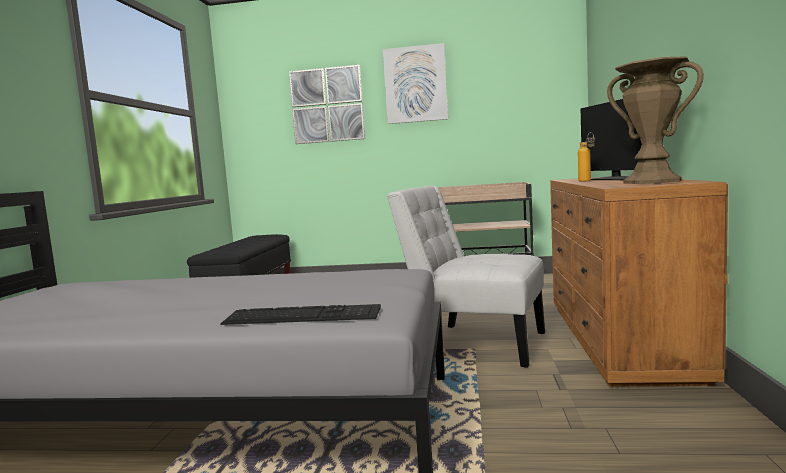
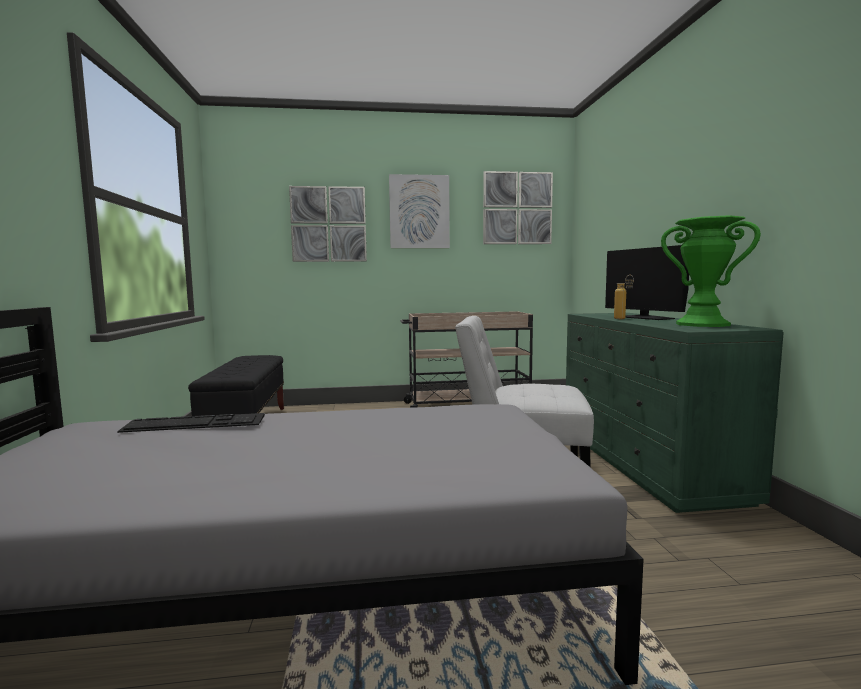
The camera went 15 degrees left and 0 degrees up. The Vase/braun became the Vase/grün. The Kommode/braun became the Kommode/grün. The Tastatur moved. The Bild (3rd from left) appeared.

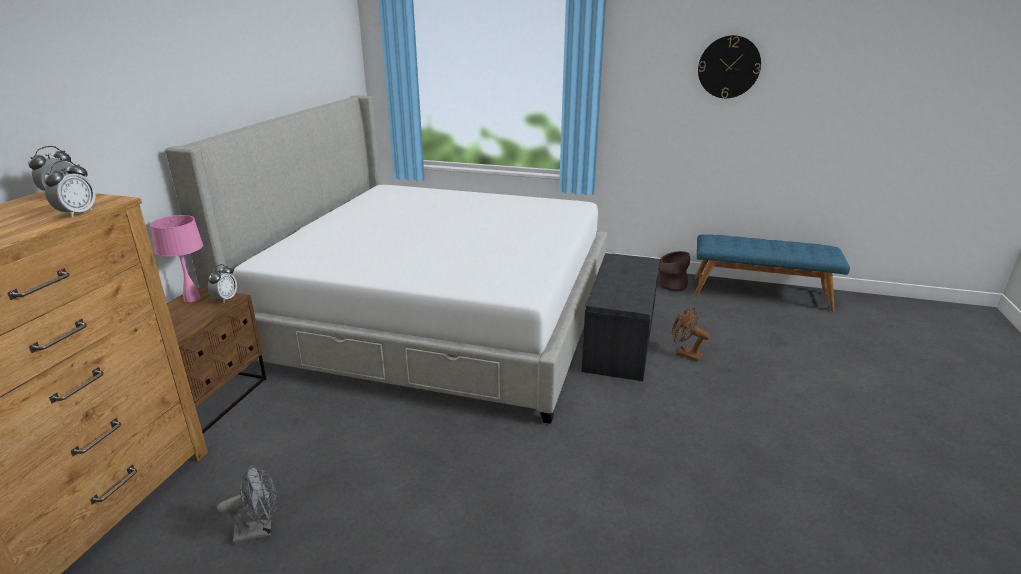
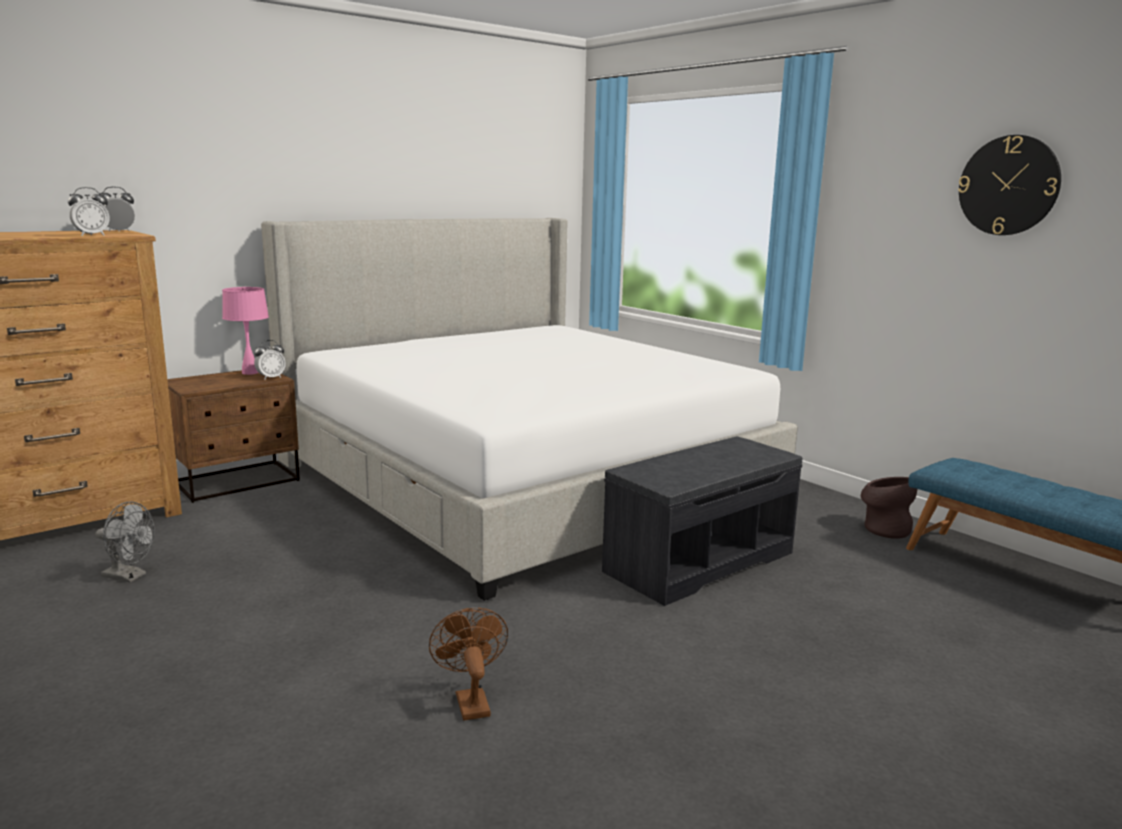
The camera went 35 degrees right and 10 degrees down. The Ventilator/braun moved.

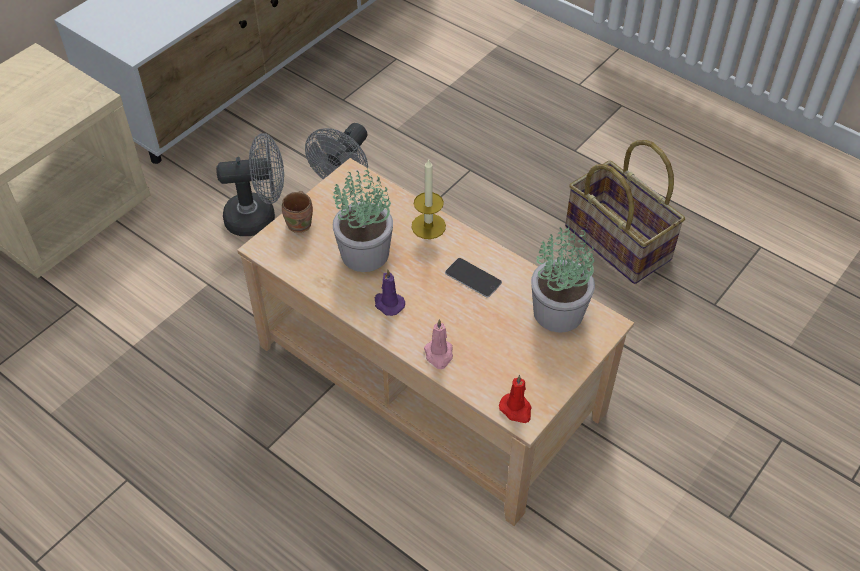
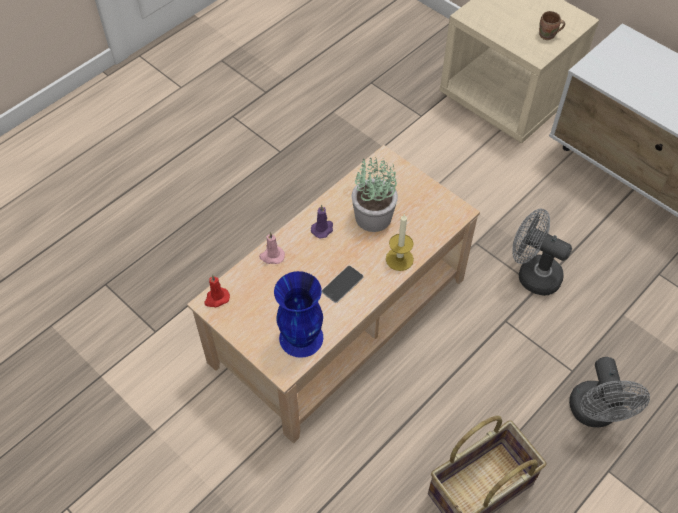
The camera went 95 degrees right and 5 degrees up. The Ventilator/grau (1st from left in the first image) moved. The Henkelbecher/braun moved. The Topfpflanze (2nd from left) was replaced by the Vase/blau.

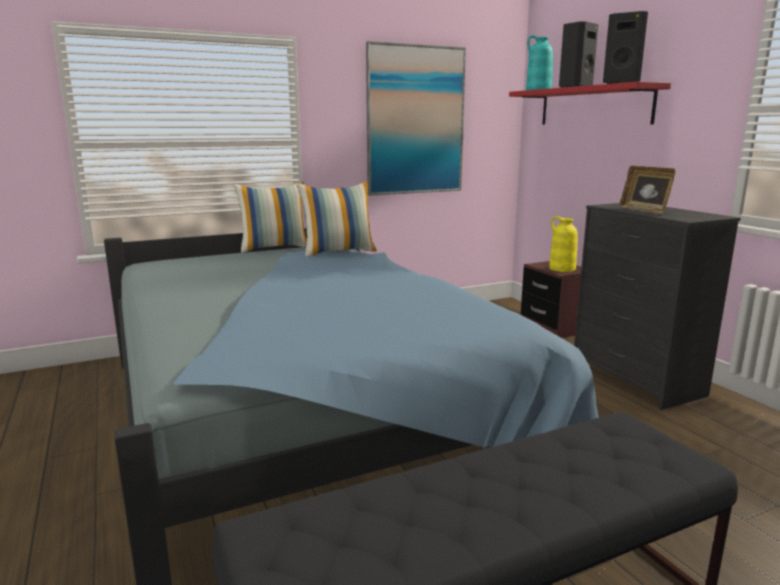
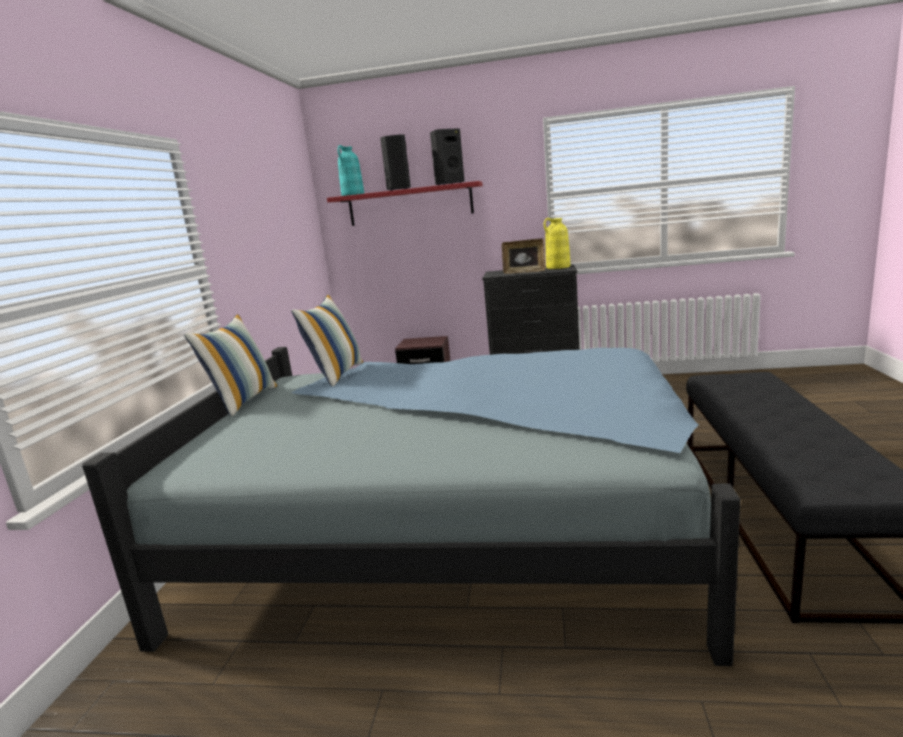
The camera went 55 degrees left and 0 degrees up. The Bild disappeared. The Vase/gelb moved.

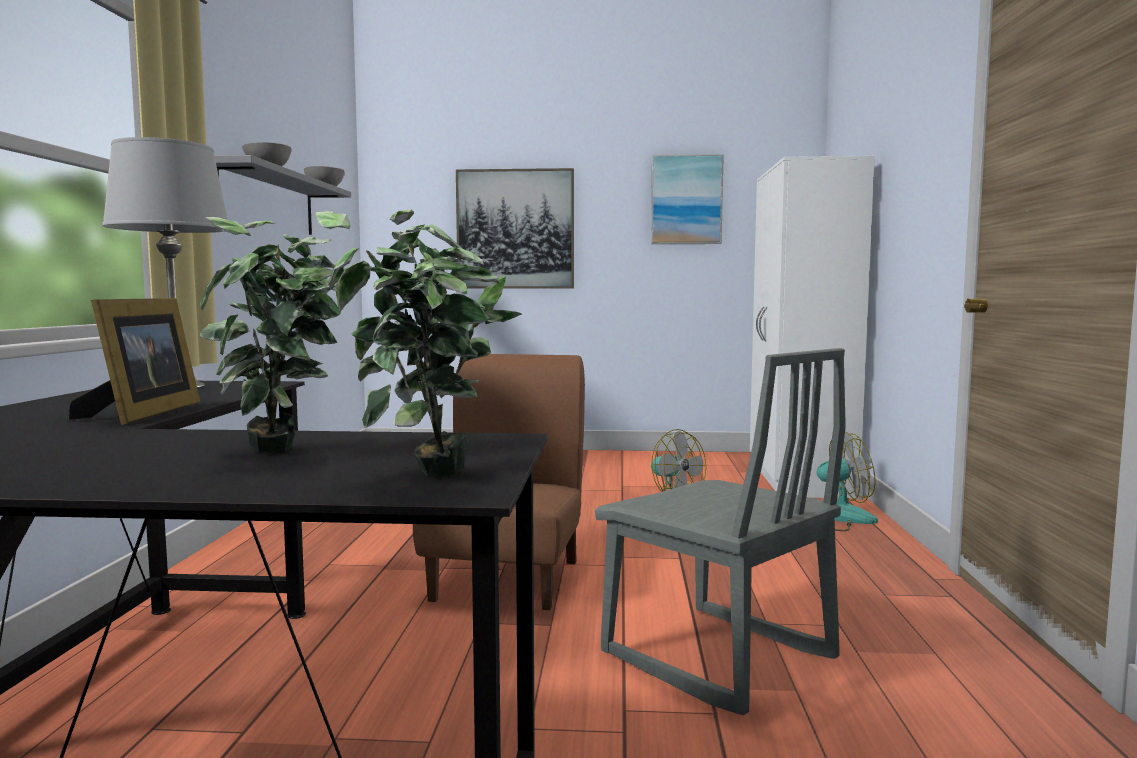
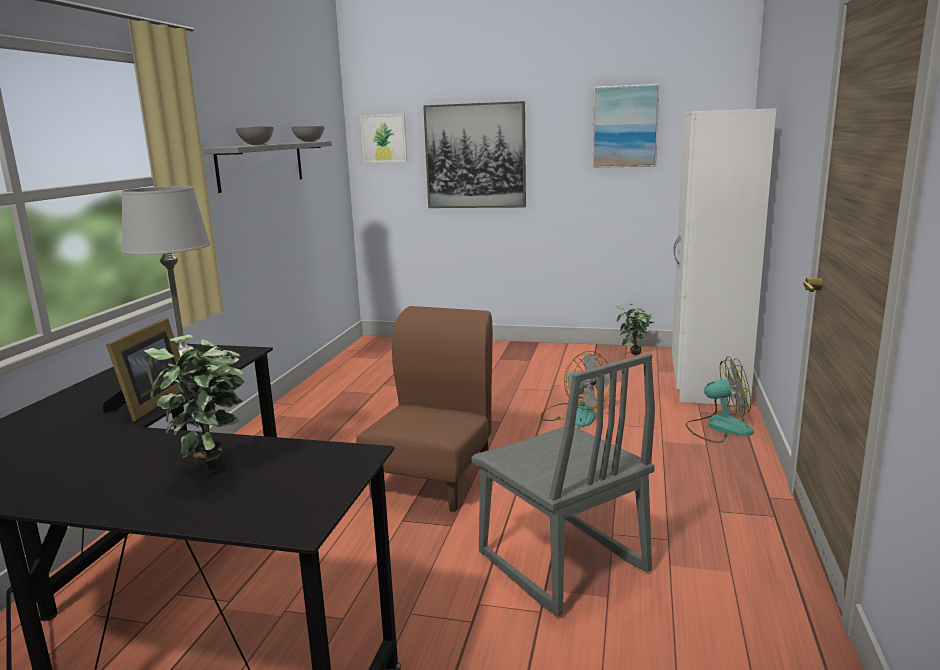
The camera went 10 degrees right and 10 degrees up. The Topfpflanze (2nd from left) moved. The Bild (1st from left) appeared.

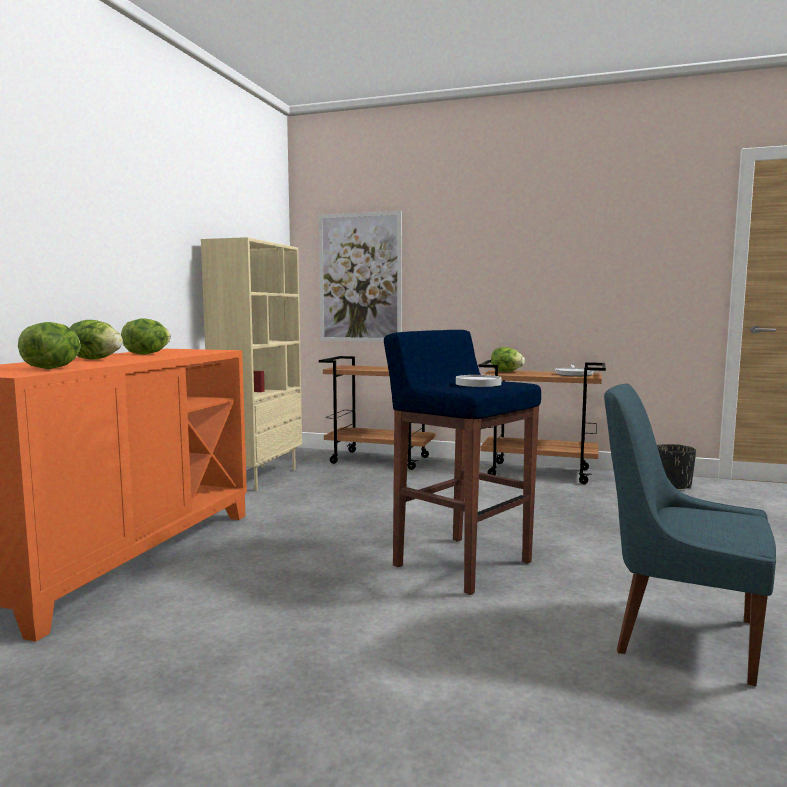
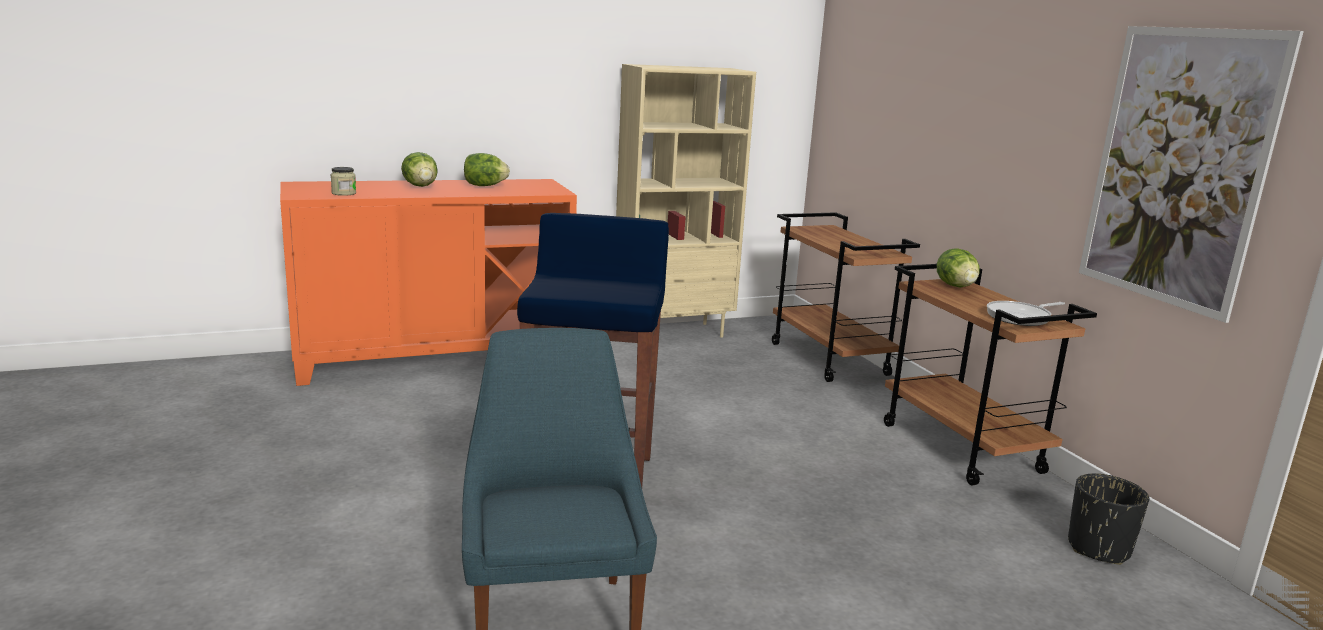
The camera went 50 degrees right and 10 degrees up. The Bild moved. The Salatkopf (1st from left) was replaced by the Vorratsglas. The Teller/weiß disappeared.

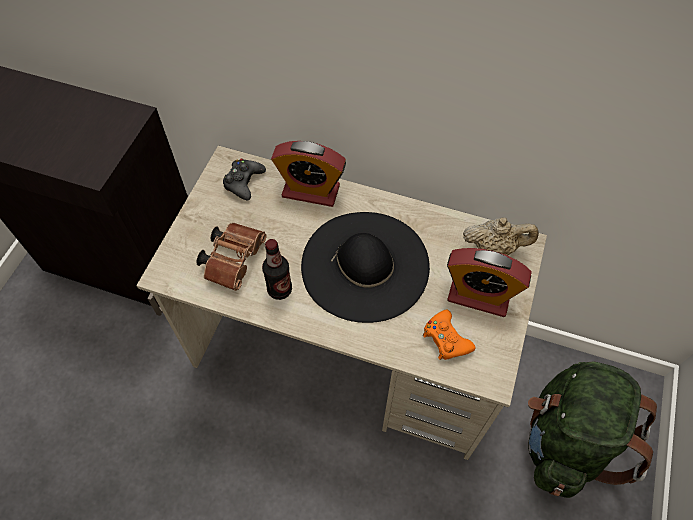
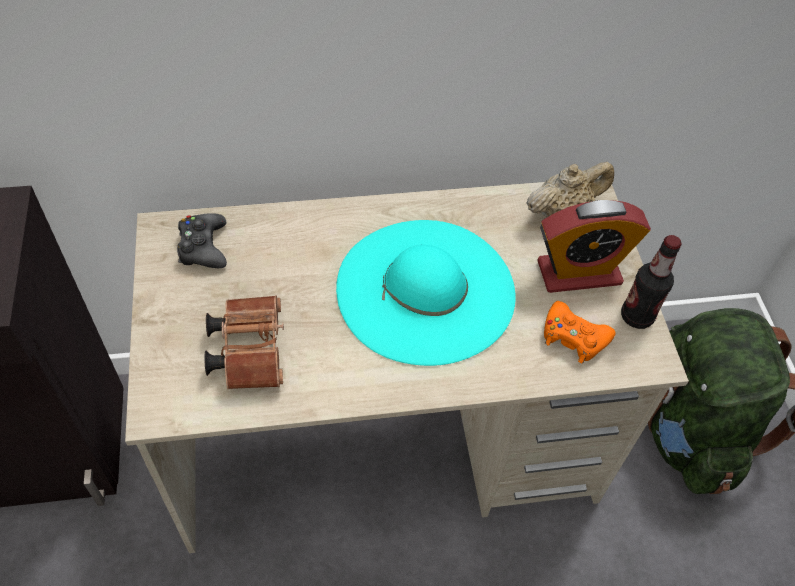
The camera went 30 degrees left and 5 degrees down. The Wecker (1st from left) disappeared. The Hut/schwarz became the Hut/türkis. The Flasche moved.

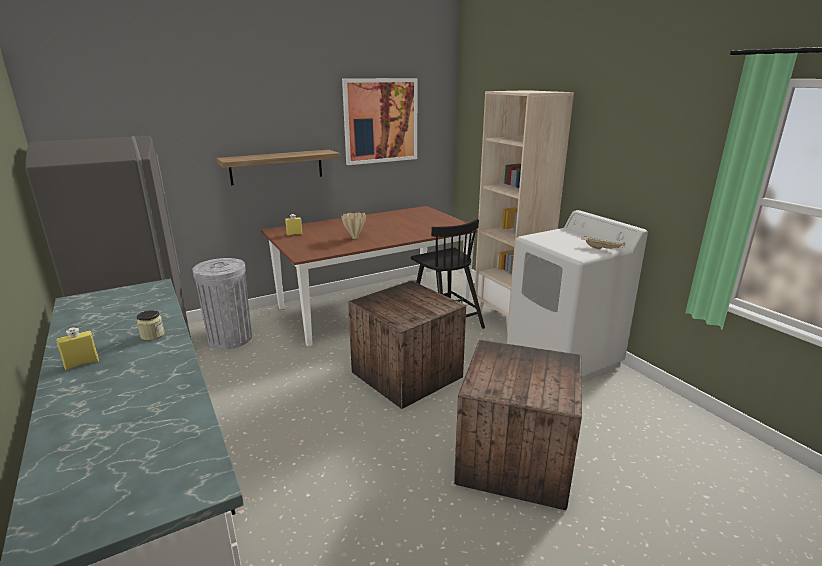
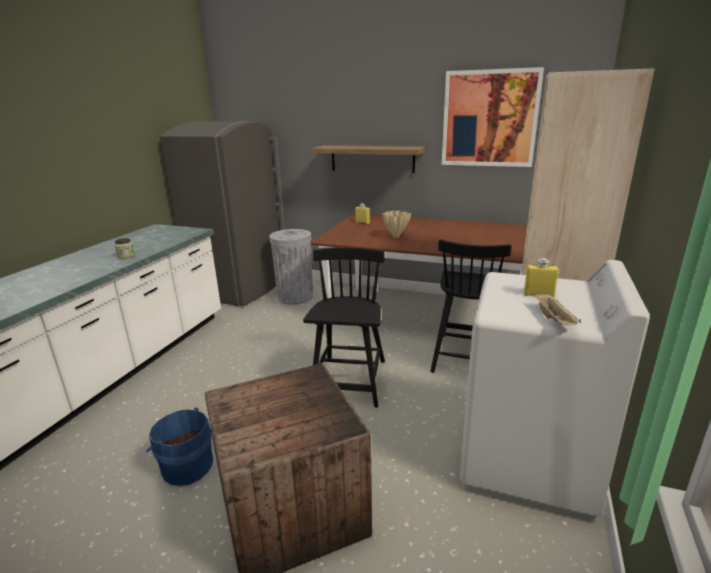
The camera went 50 degrees right and 0 degrees up. The Kiste (1st from left) was replaced by the Stuhl/schwarz (1st from left). The Flasche/gelb (1st from left in the first image) moved. The Eimer/blau appeared.

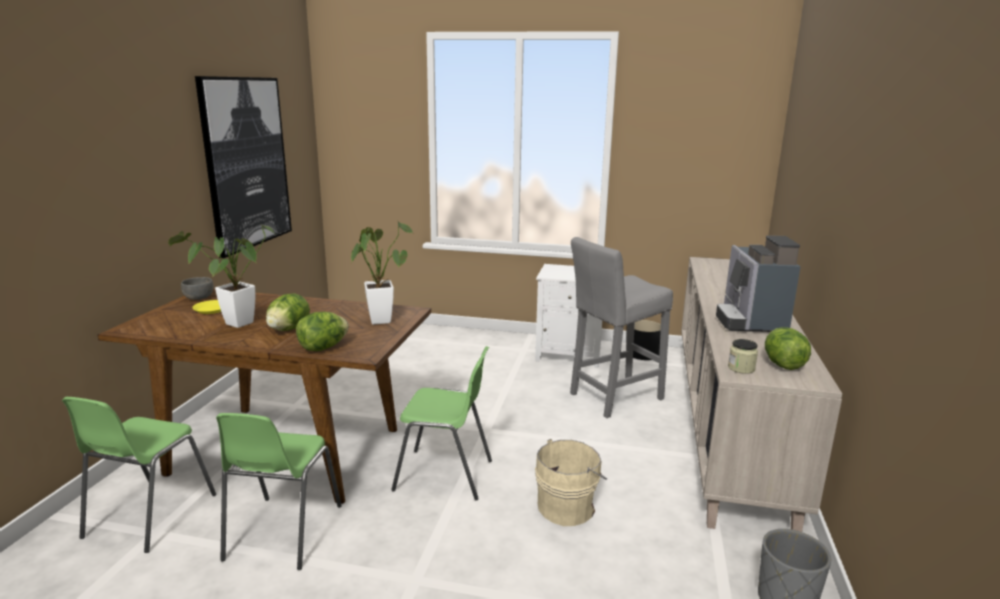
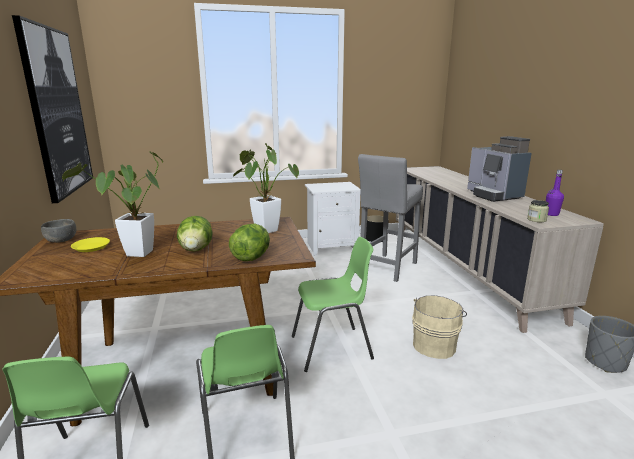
The camera went 25 degrees left and 0 degrees up. The Salatkopf (3rd from left) was replaced by the Flasche/lila.

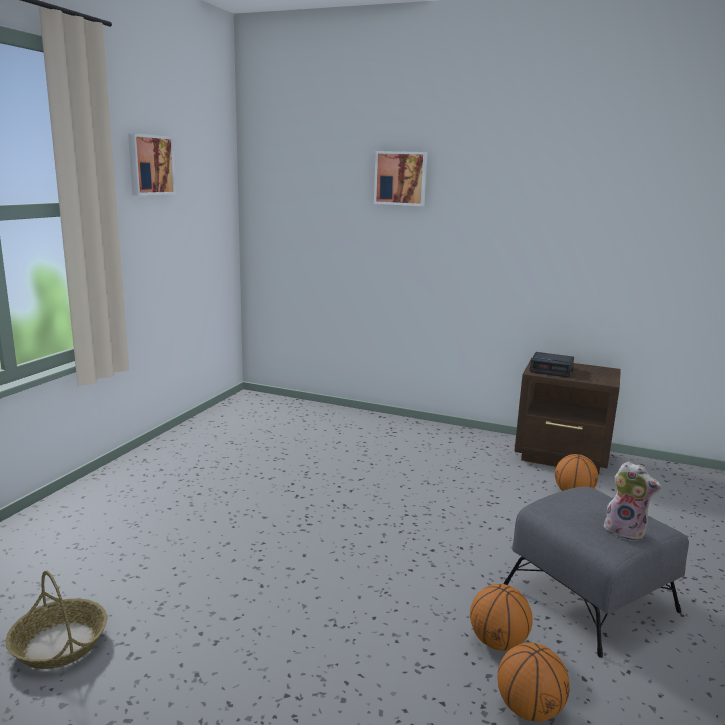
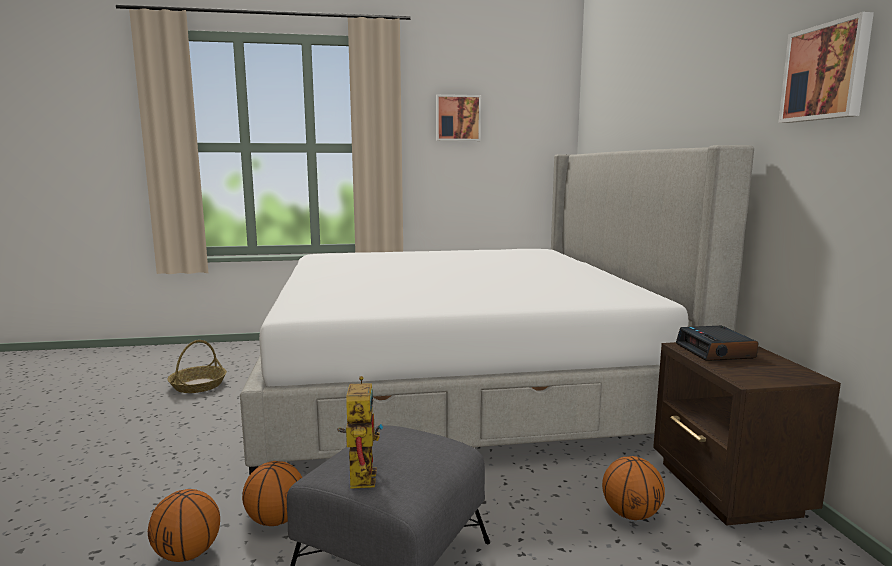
The camera went 60 degrees right and 5 degrees down. The Bild (2nd from left) moved. The Plüschtier was replaced by the Spielzeugroboter. The Bett appeared.

